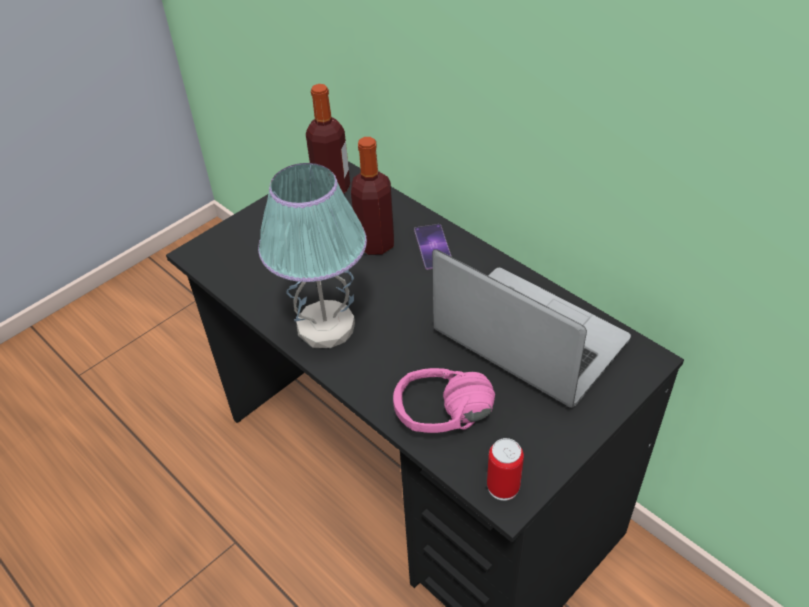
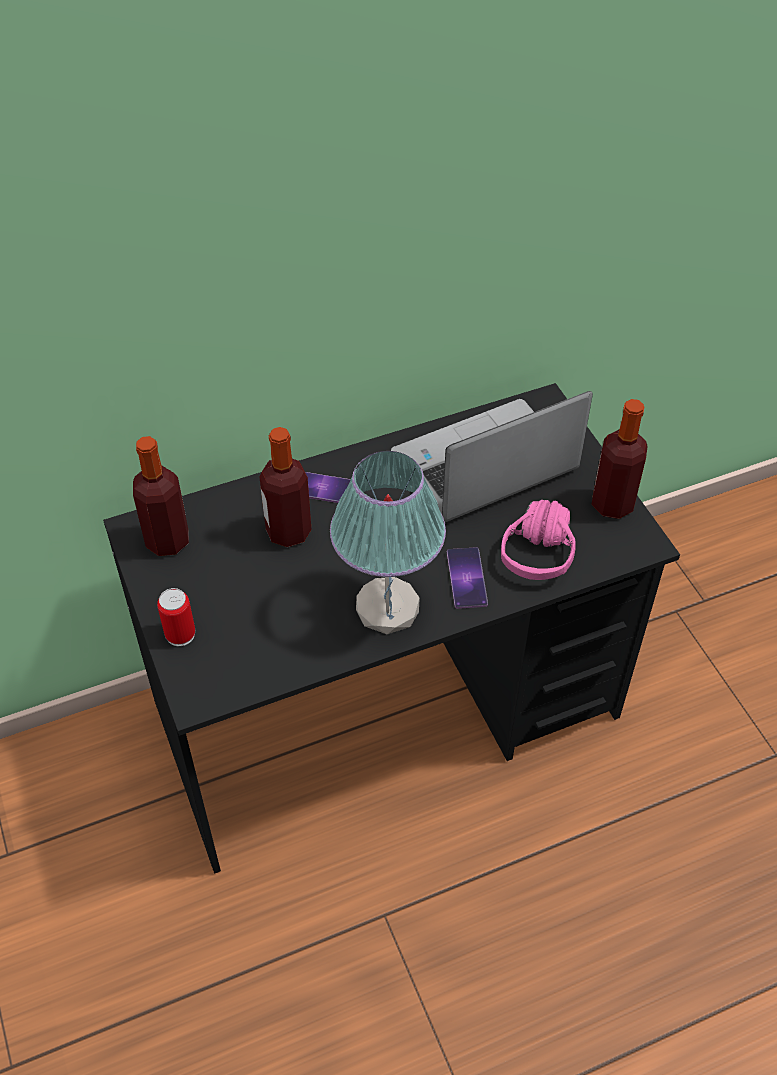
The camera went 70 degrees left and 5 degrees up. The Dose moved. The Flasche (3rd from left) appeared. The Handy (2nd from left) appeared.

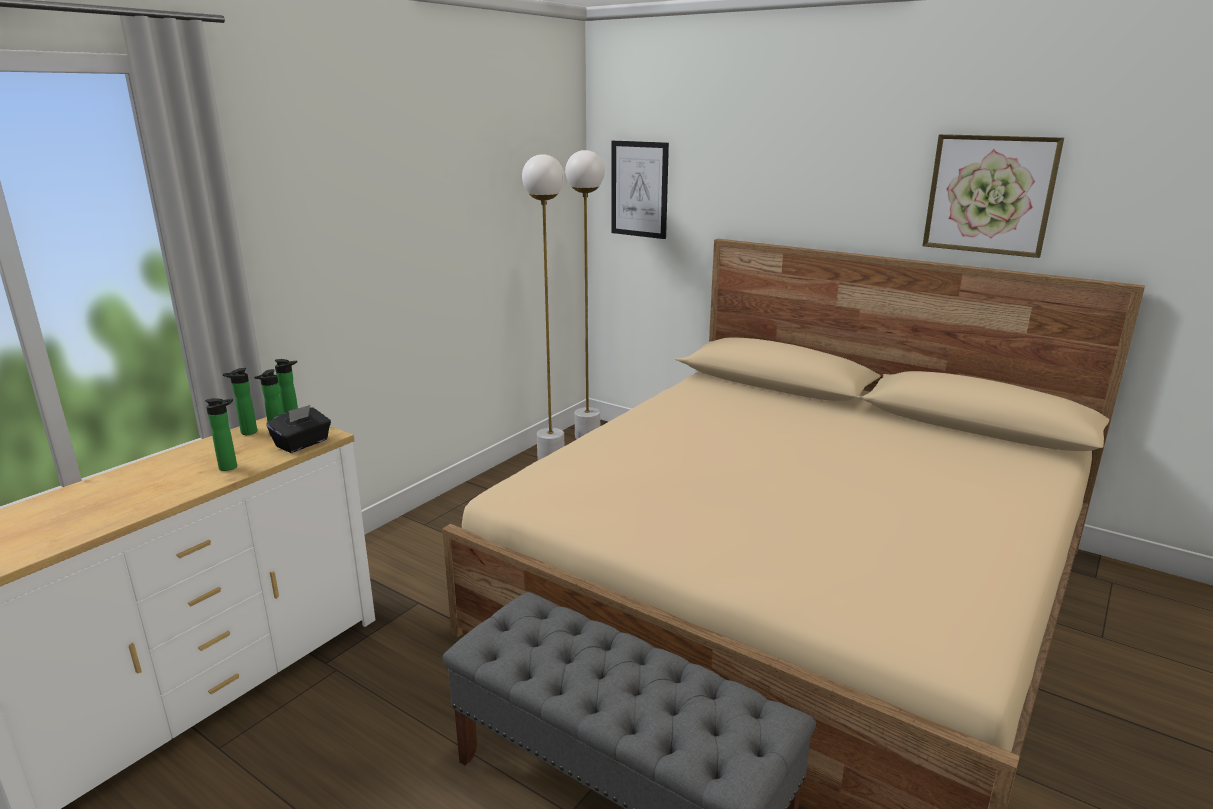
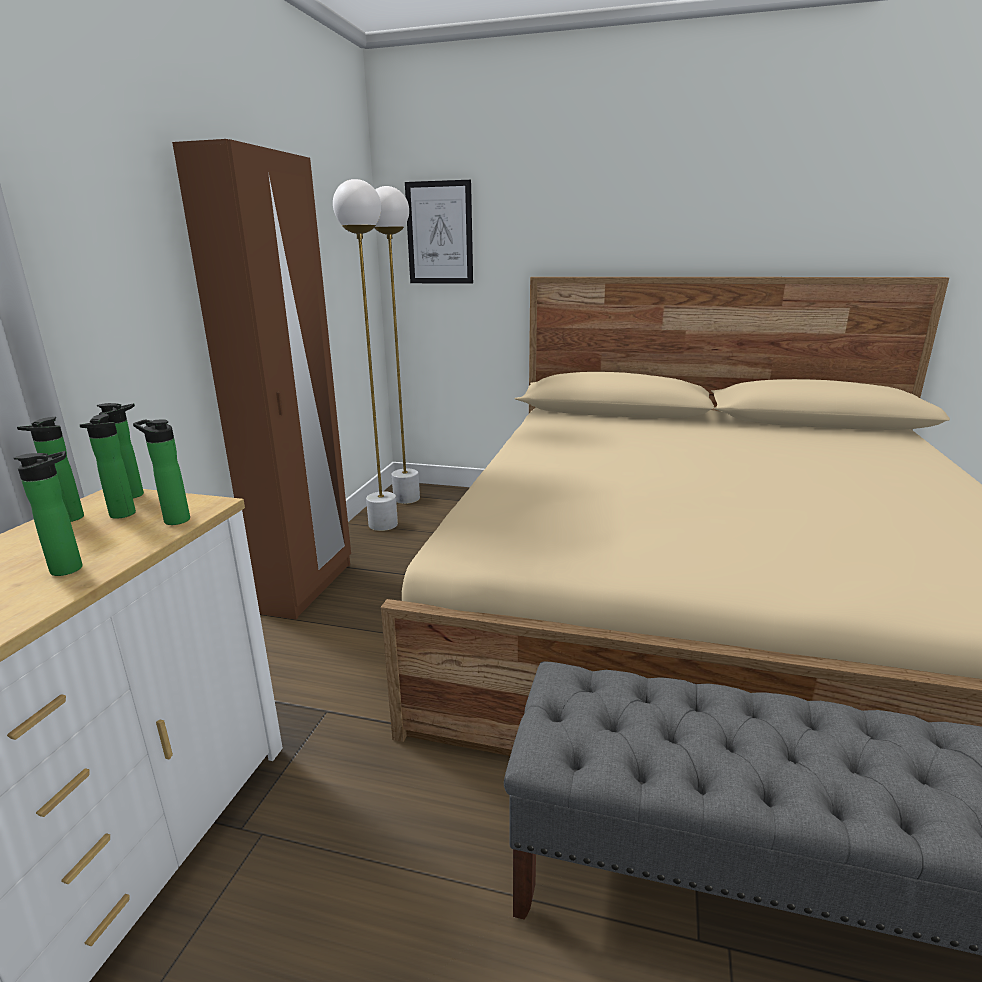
The camera went 20 degrees left and 0 degrees up. The Bild (2nd from left) disappeared. The Taschentuchbox/schwarz was replaced by the Flasche (5th from left). The Kleiderschrank/braun appeared.

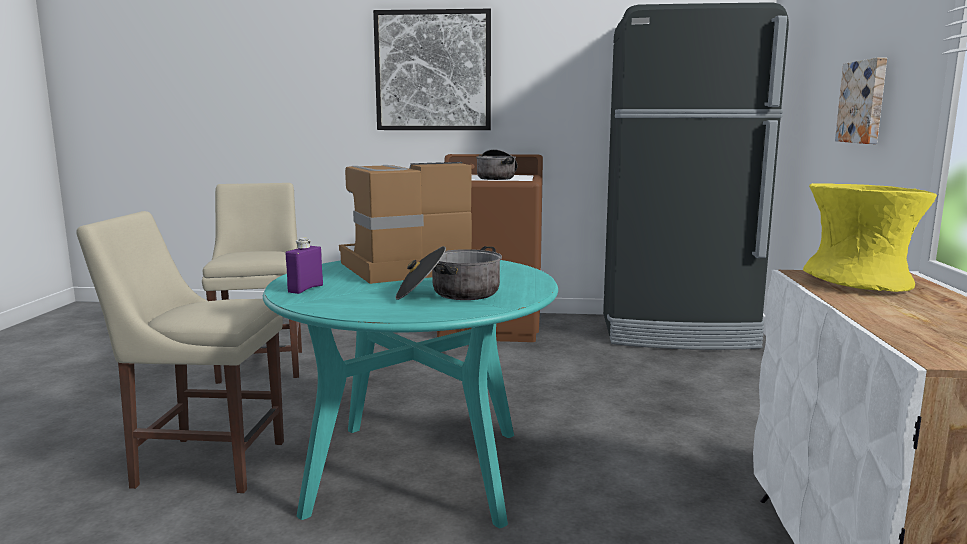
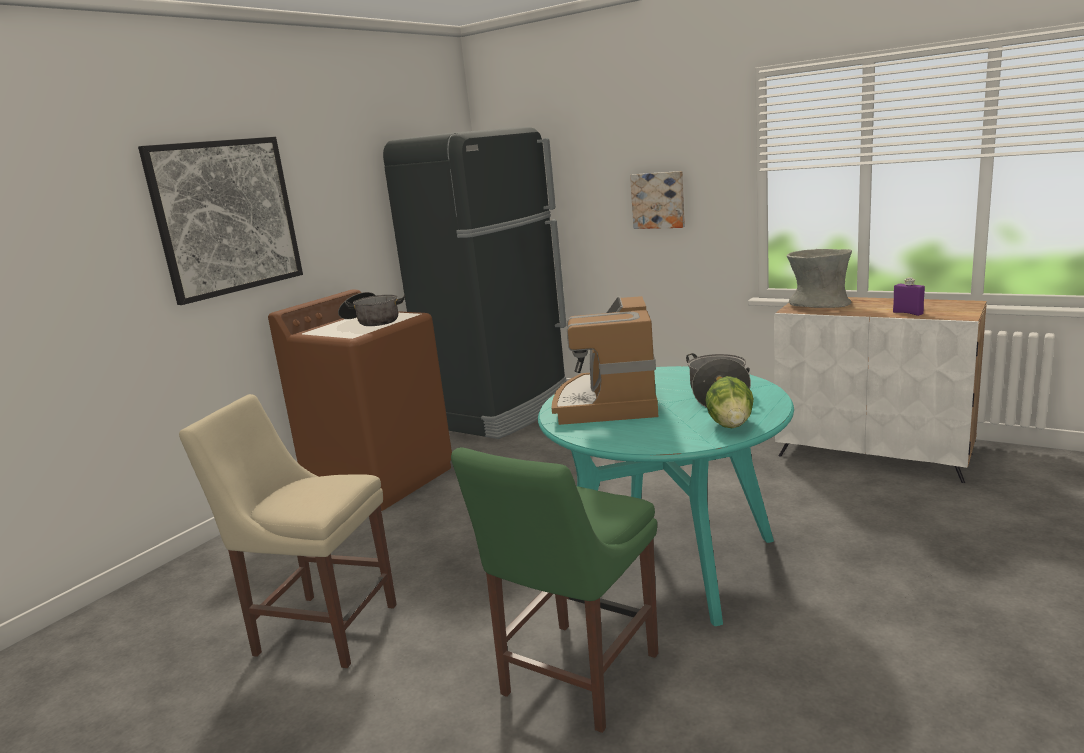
The camera went 60 degrees left and 5 degrees up. The Vase/gelb became the Vase/grau. The Stuhl/beige (1st from left) became the Stuhl/grün. The Flasche/lila moved. The Salatkopf appeared.

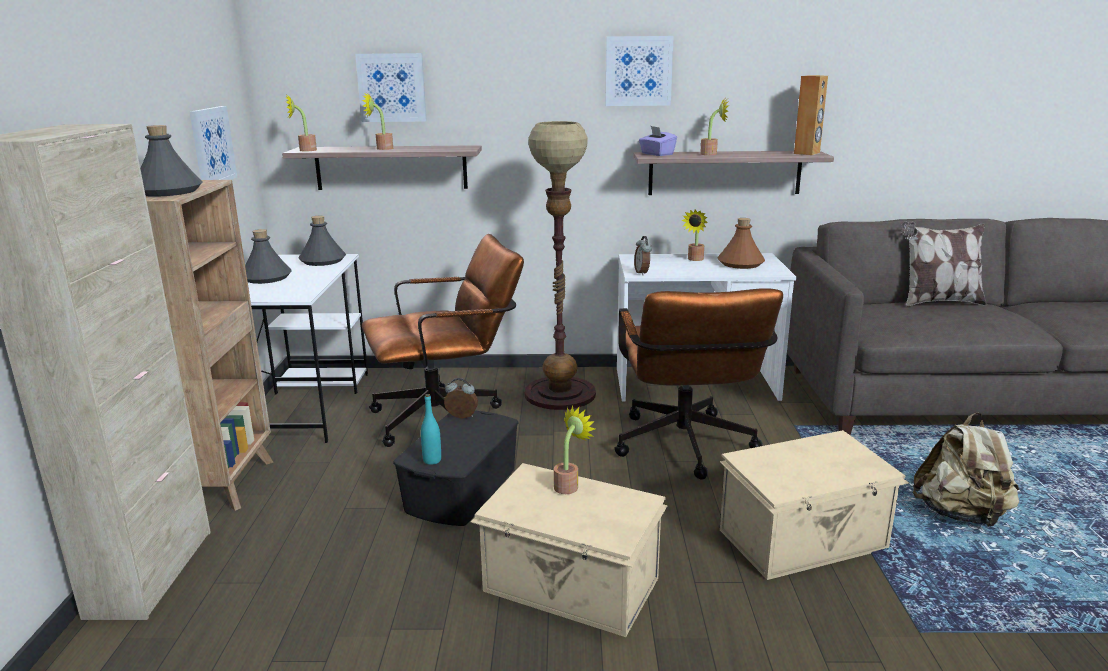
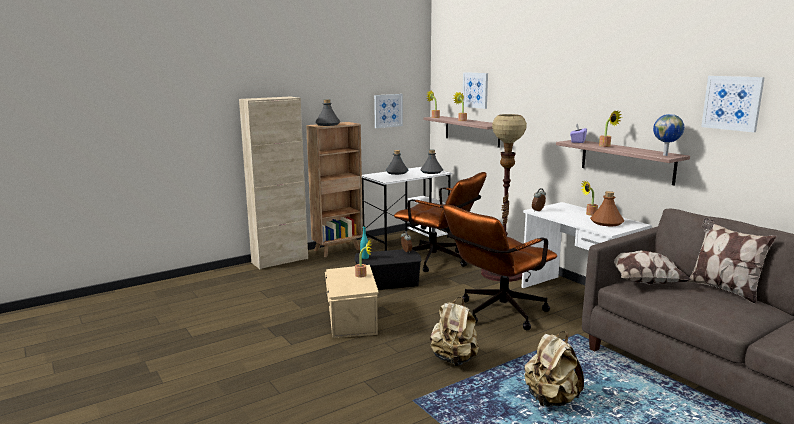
The camera went 55 degrees right and 5 degrees down. The Bild (3rd from left) moved. The Lautsprecher/braun was replaced by the Globus. The Aufbewahrungsbox/beige (2nd from left) was replaced by the Rucksack/beige (1st from left). The Kissen (1st from left) appeared.

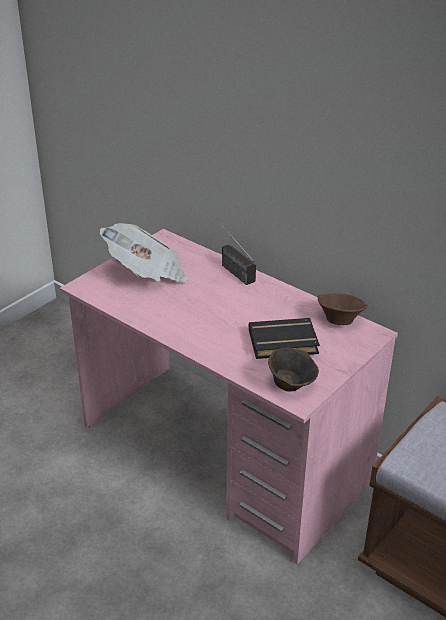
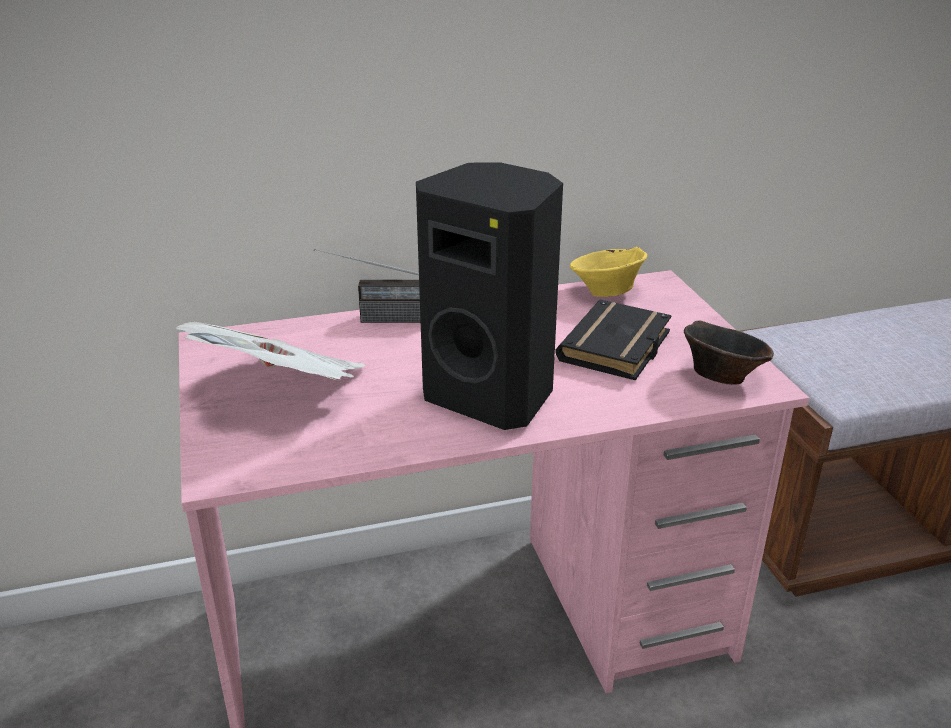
The camera went 55 degrees left and 5 degrees down. The Schüssel/braun (2nd from left) became the Schüssel/gelb. The Lautsprecher/schwarz appeared.

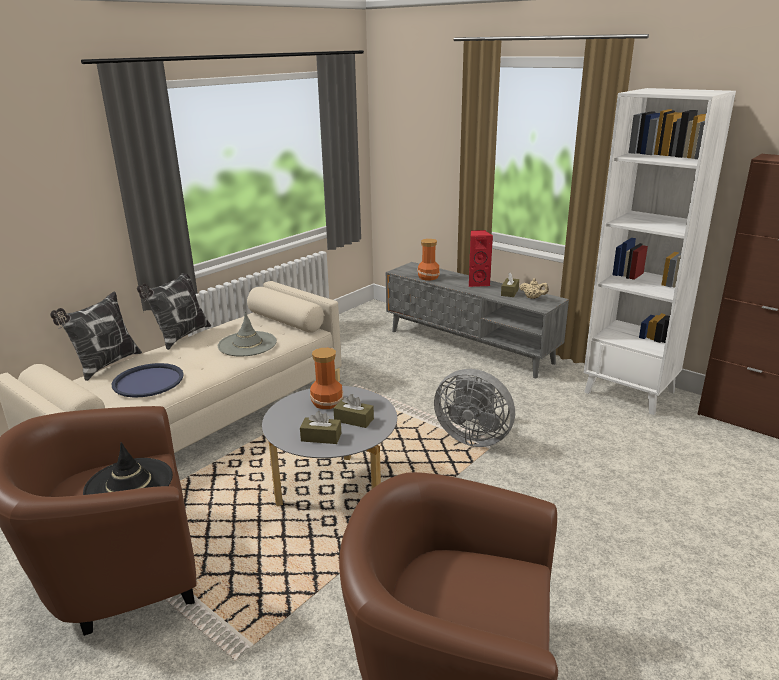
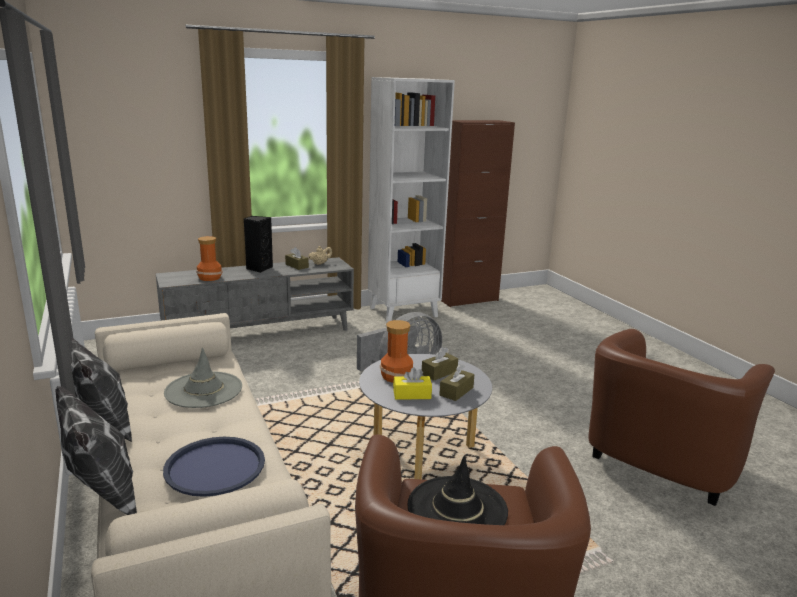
The camera went 65 degrees left and 5 degrees down. The Lautsprecher/rot became the Lautsprecher/schwarz. The Taschentuchbox/gelb appeared.

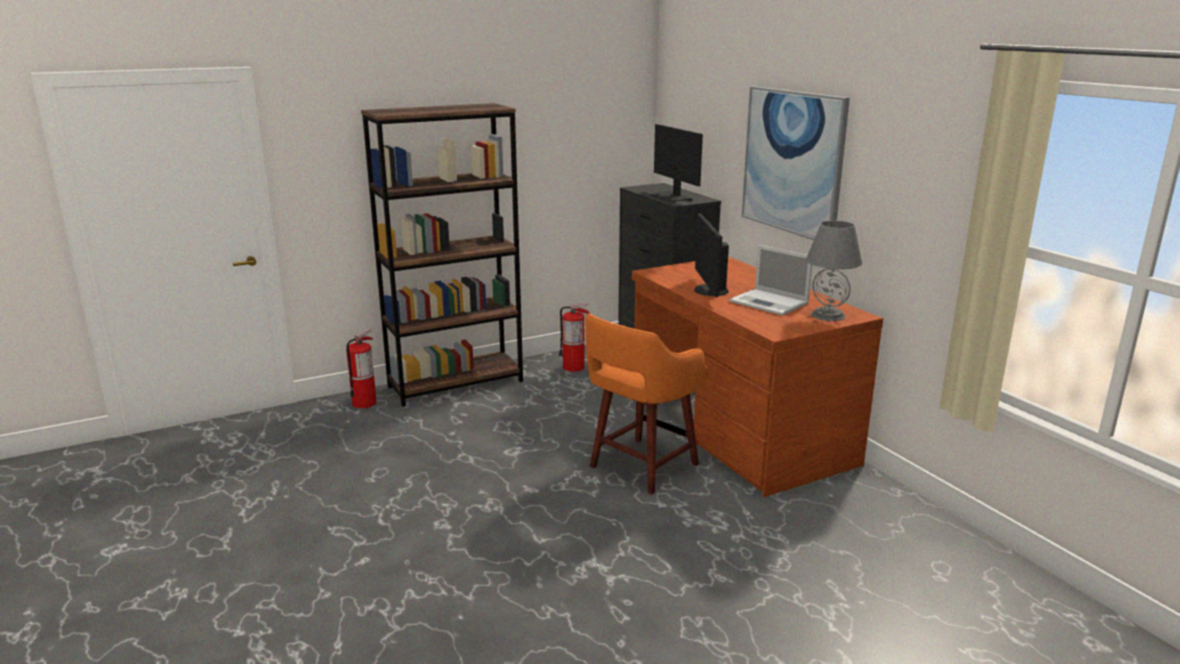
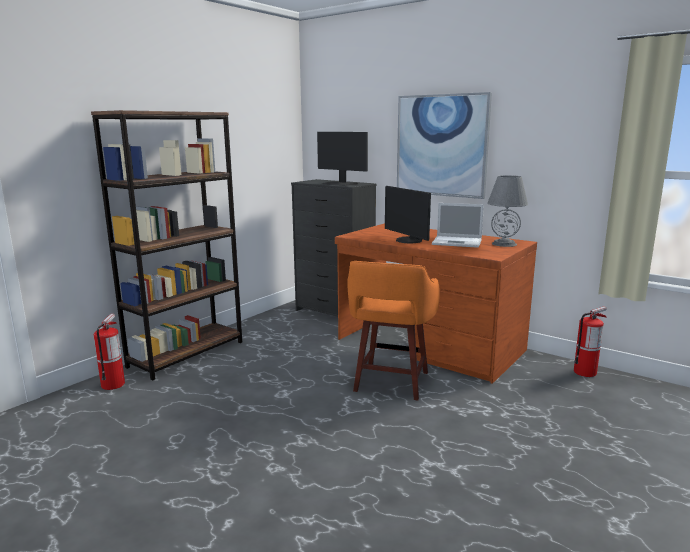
The camera went 25 degrees left and 5 degrees down. The Feuerlöscher (2nd from left) moved.

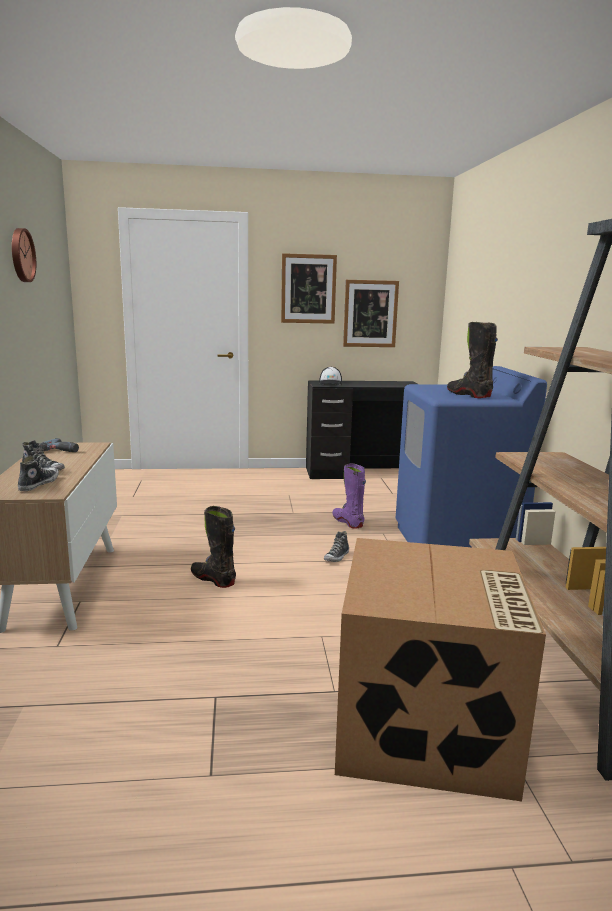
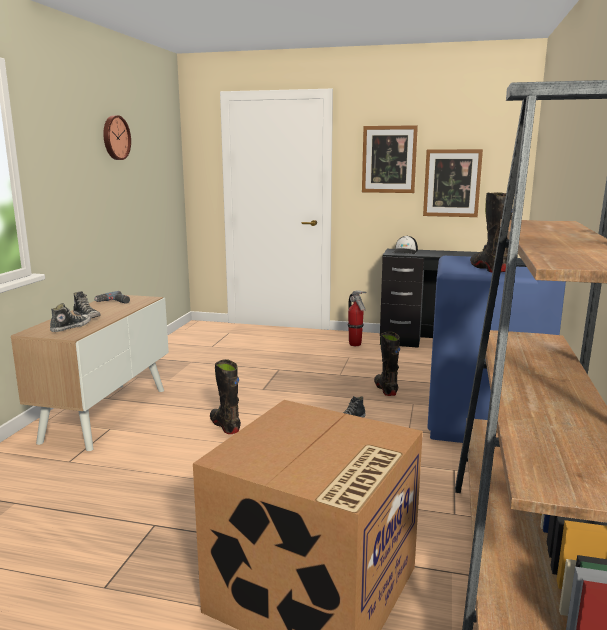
The camera went 20 degrees right and 0 degrees up. The Stiefel/lila became the Stiefel/schwarz (2nd from left). The Feuerlöscher appeared.

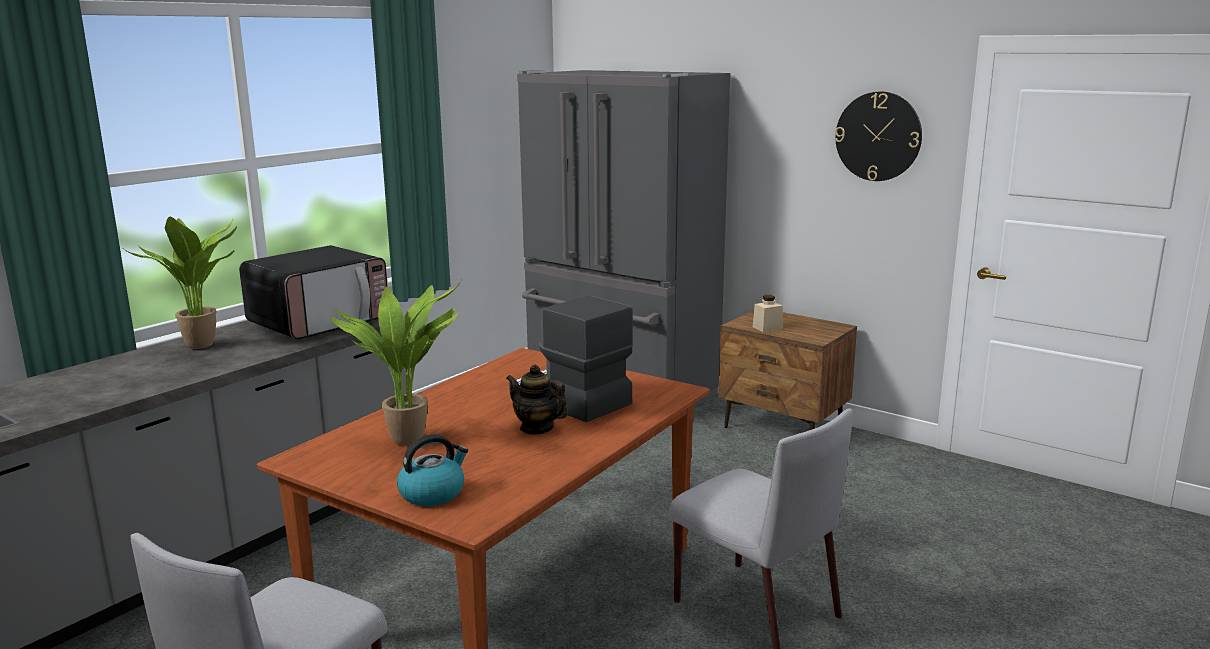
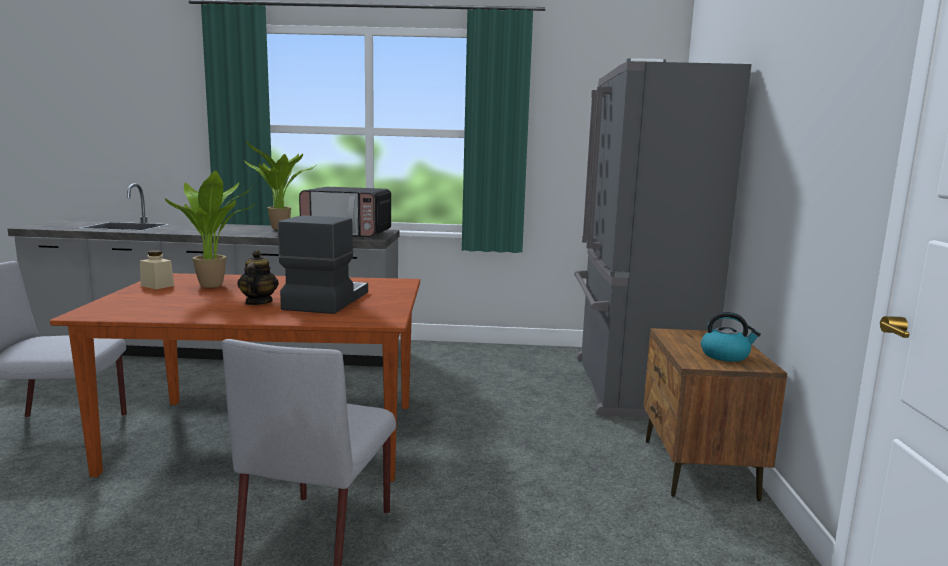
The camera went 55 degrees right and 5 degrees down. The Wanduhr disappeared. The Vorratsglas/beige moved. The Wasserkessel moved.

